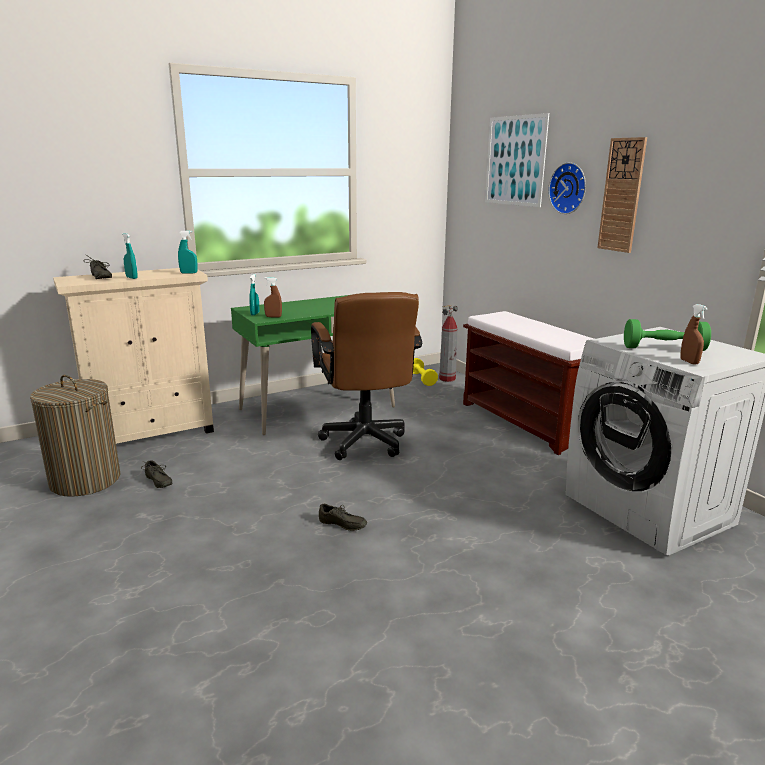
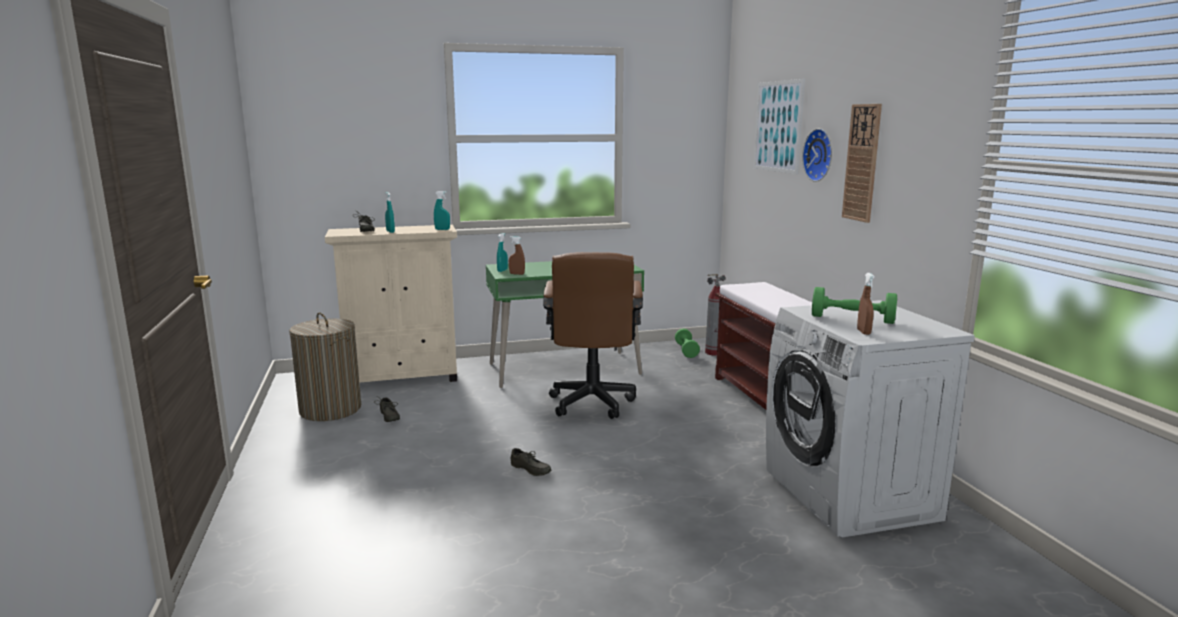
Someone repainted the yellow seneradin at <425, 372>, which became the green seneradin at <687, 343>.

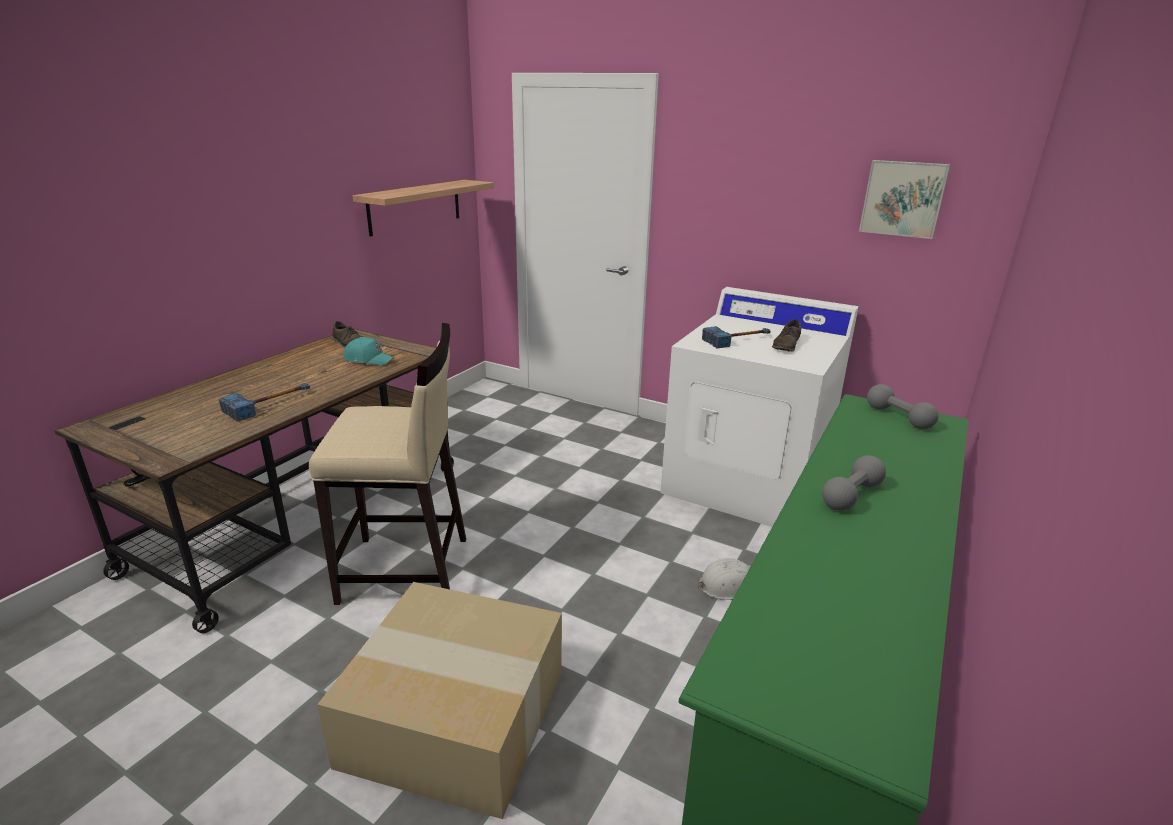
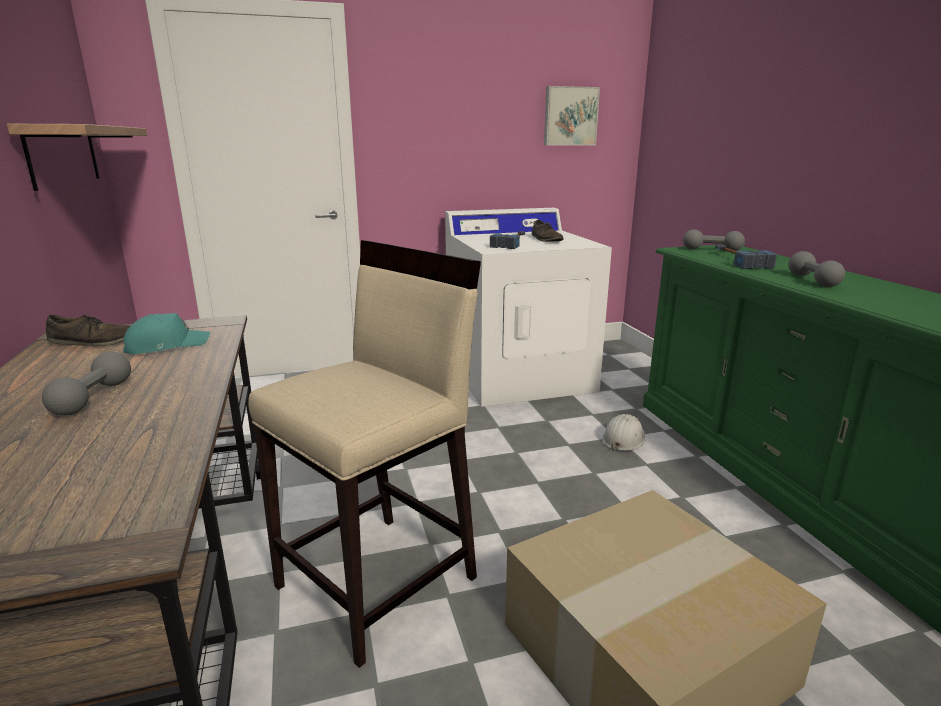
Someone carried the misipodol from <264, 402> to <746, 257>.
Someone put down the grey seneradin at <86, 384>.

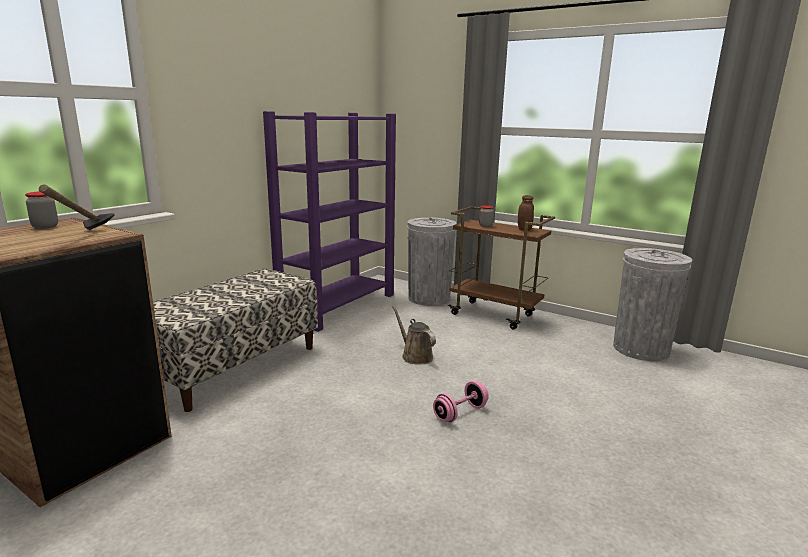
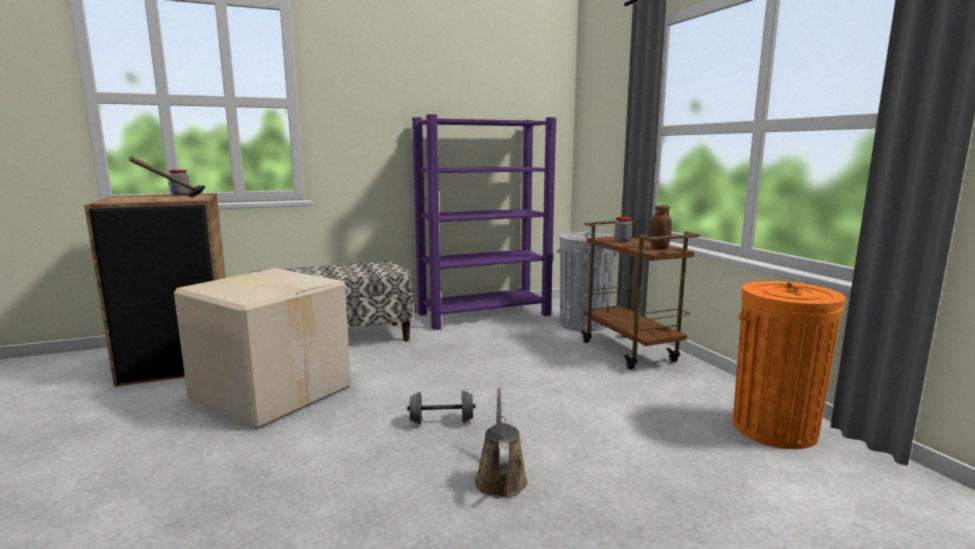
Someone carried the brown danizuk from <414, 335> to <501, 443>.
Someone repainted the pink seneradin at <461, 401>, which became the grey seneradin at <441, 407>.
Someone repainted the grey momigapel at <652, 304>, which became the orange momigapel at <789, 365>.
Someone put down the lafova at <262, 348>.

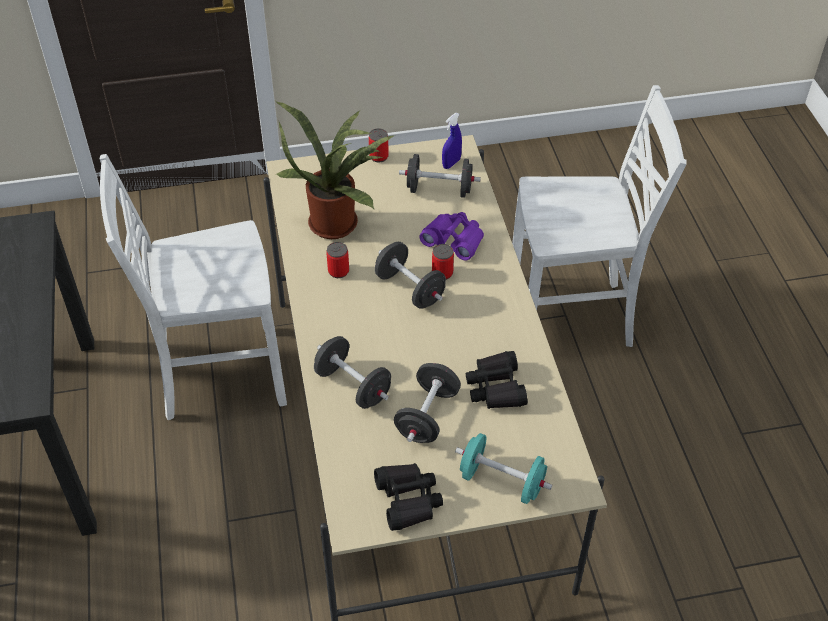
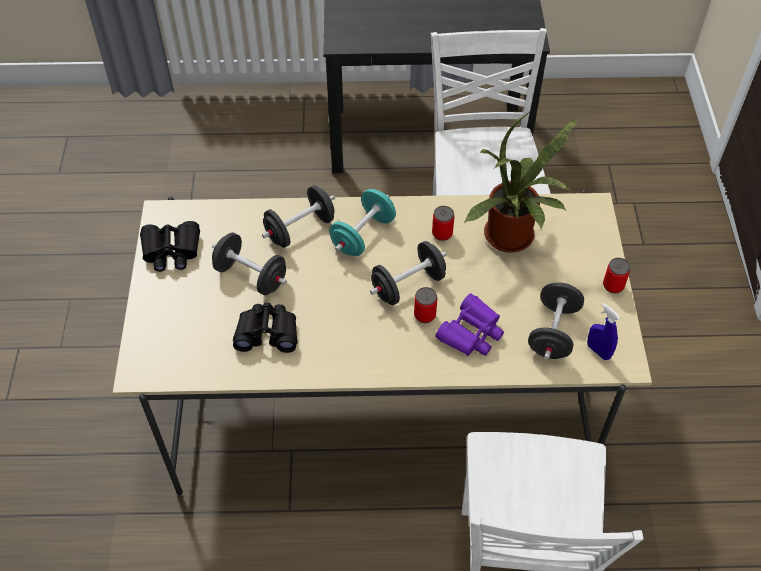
Someone carried the turquoise seneradin from <503, 468> to <362, 222>.

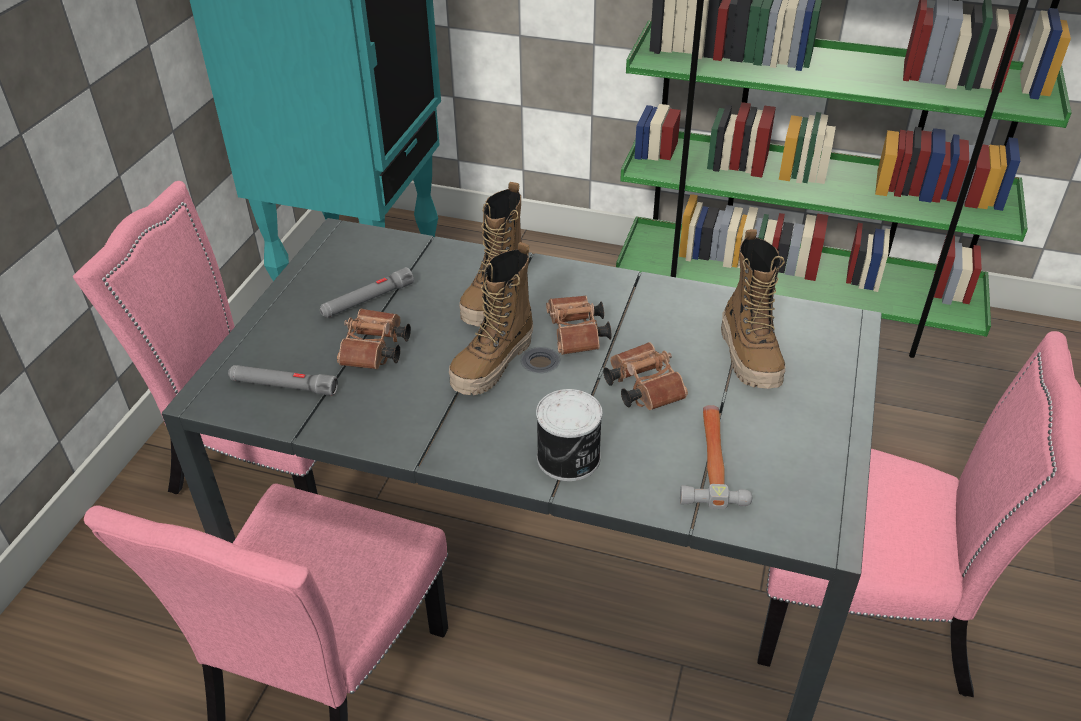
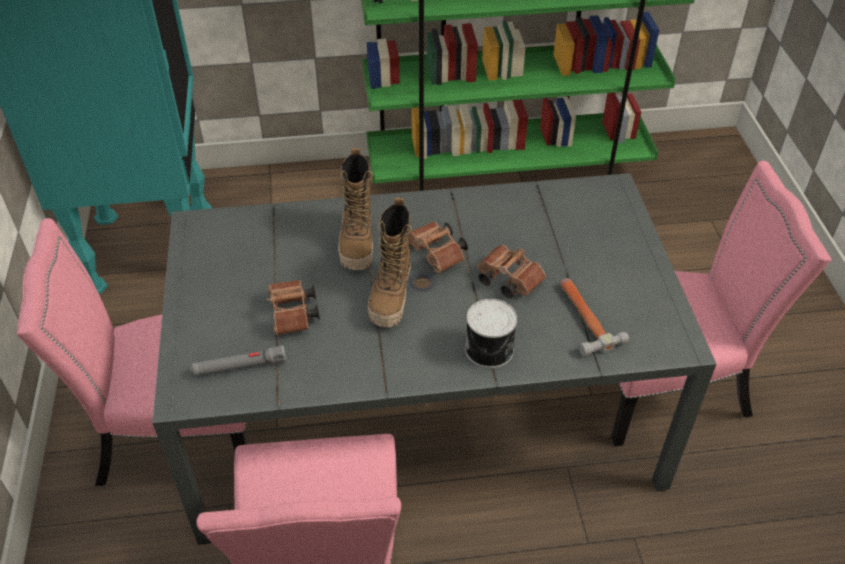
Someone took away the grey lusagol at <367, 292>.
Someone took away the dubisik at <753, 309>.

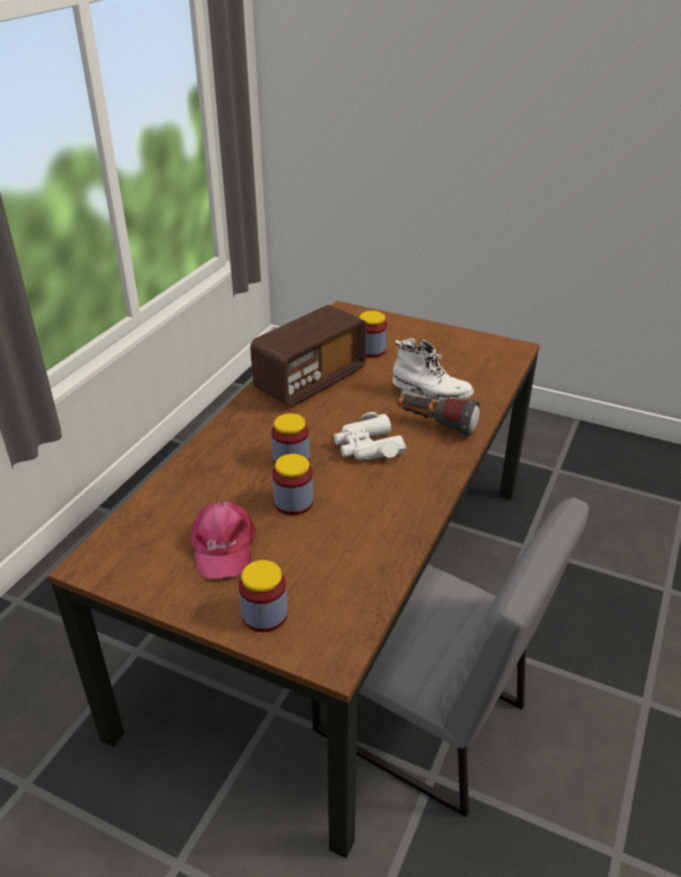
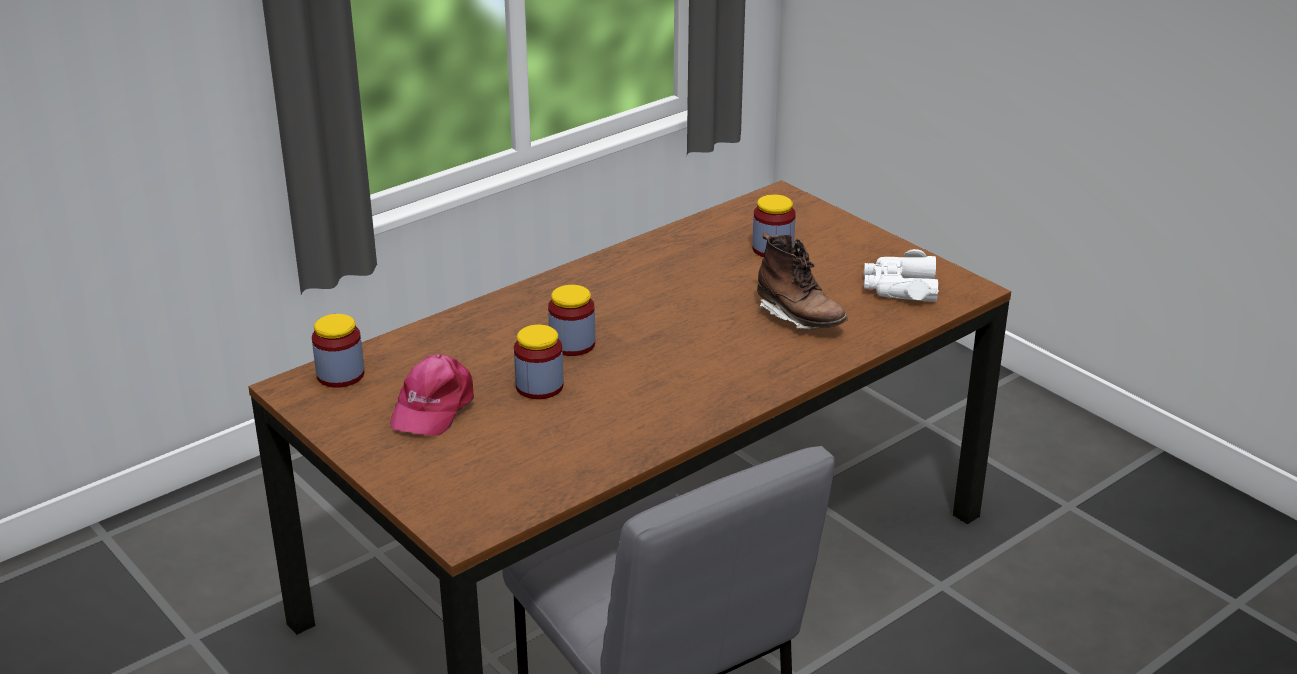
Someone carried the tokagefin from <263, 596> to <338, 351>.
Someone took away the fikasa at <308, 356>.
Someone carried the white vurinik from <370, 436> to <901, 275>.
Someone repainted the white dubisik at <433, 370>, which became the brown dubisik at <802, 281>.
Someone took away the lusagol at <438, 416>.

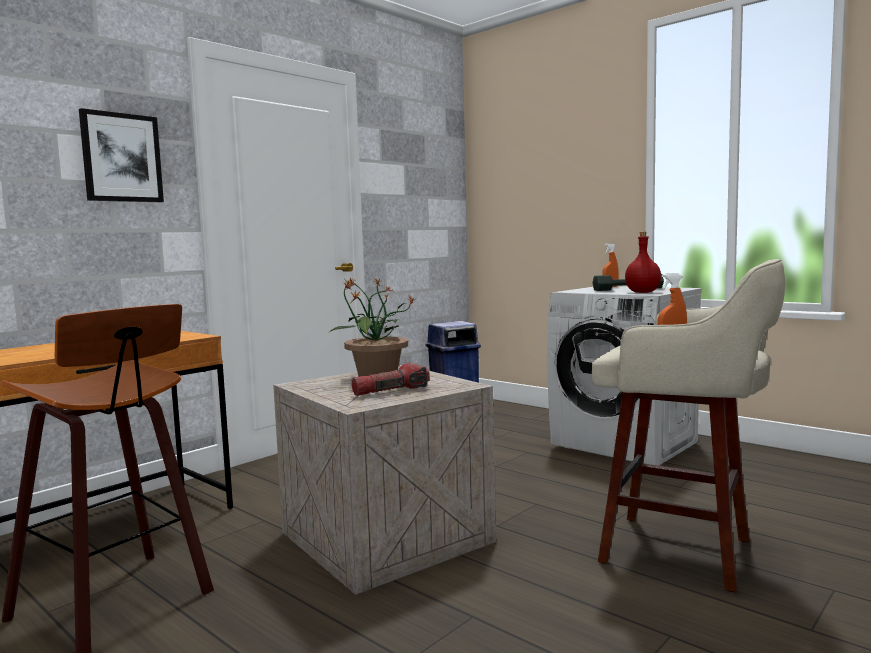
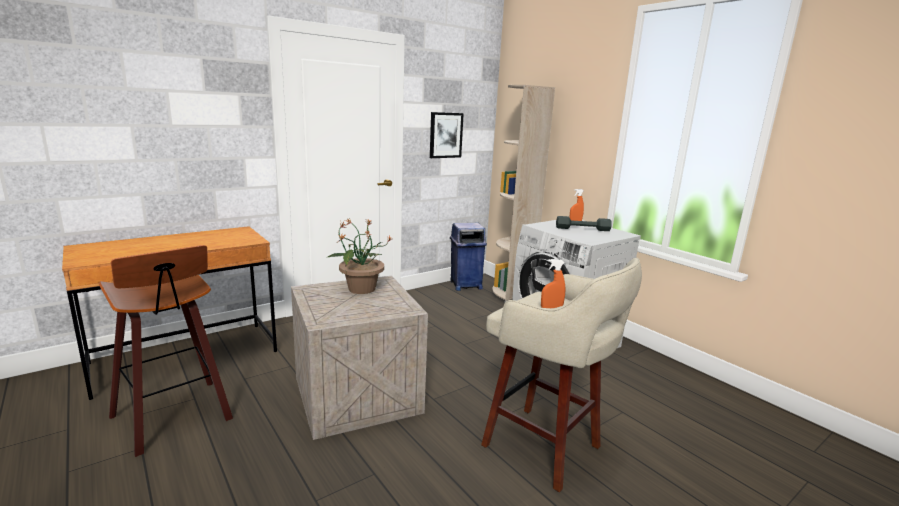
Someone carried the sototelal from <121, 155> to <447, 135>.
Someone took away the lusagol at <390, 379>.
Someone took away the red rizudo at <643, 262>.
Someone put down the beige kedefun at <523, 193>.

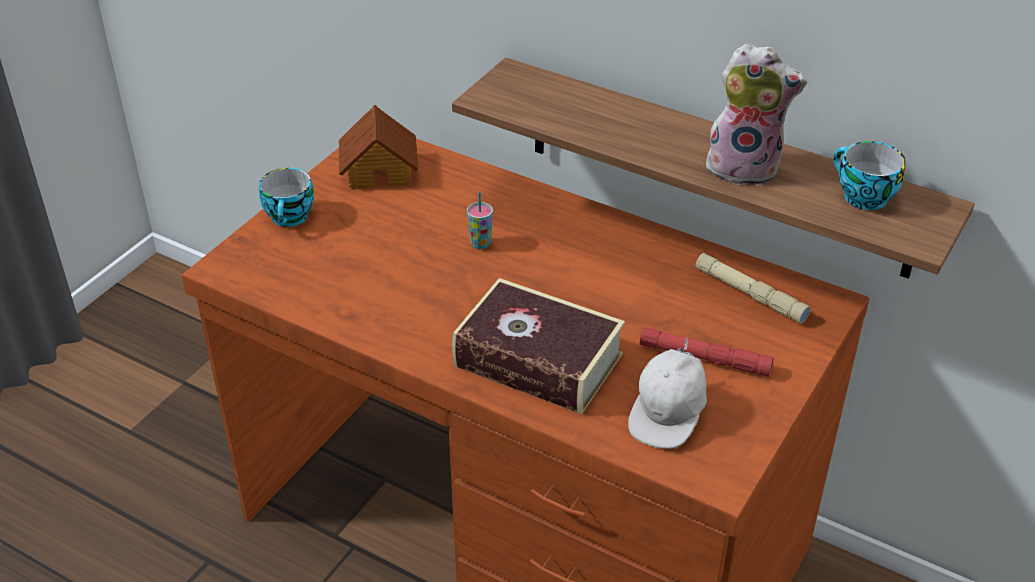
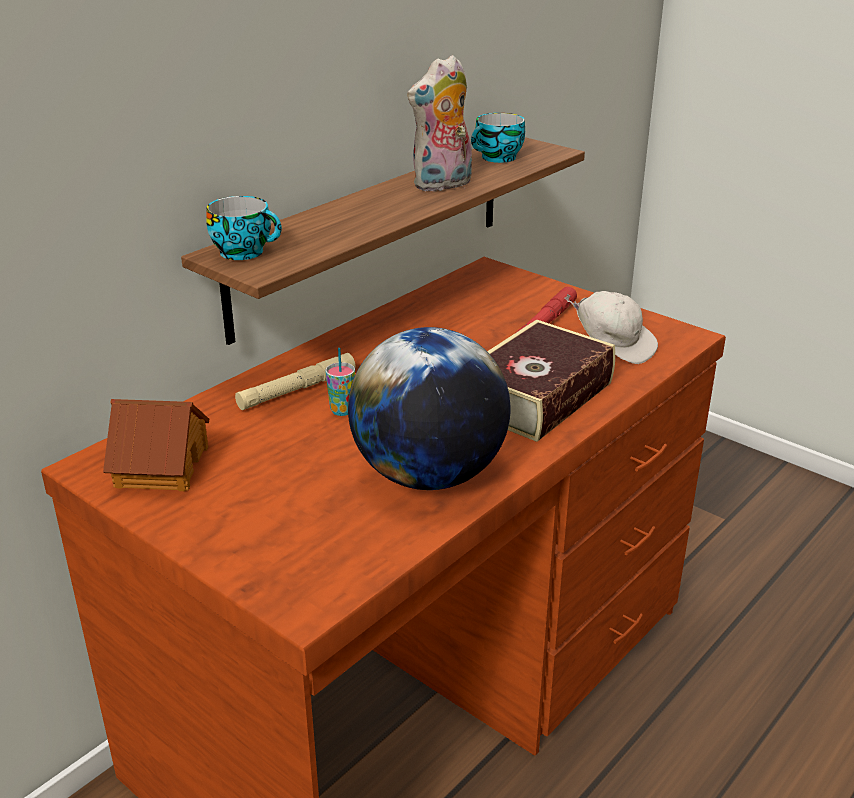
Someone carried the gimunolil from <286, 197> to <244, 228>.
Someone carried the beige lusagol from <753, 288> to <295, 381>.
Someone rotated the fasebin at <756, 114> by 150 degrees counterclockwise.
Someone put down the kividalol at <429, 408>.

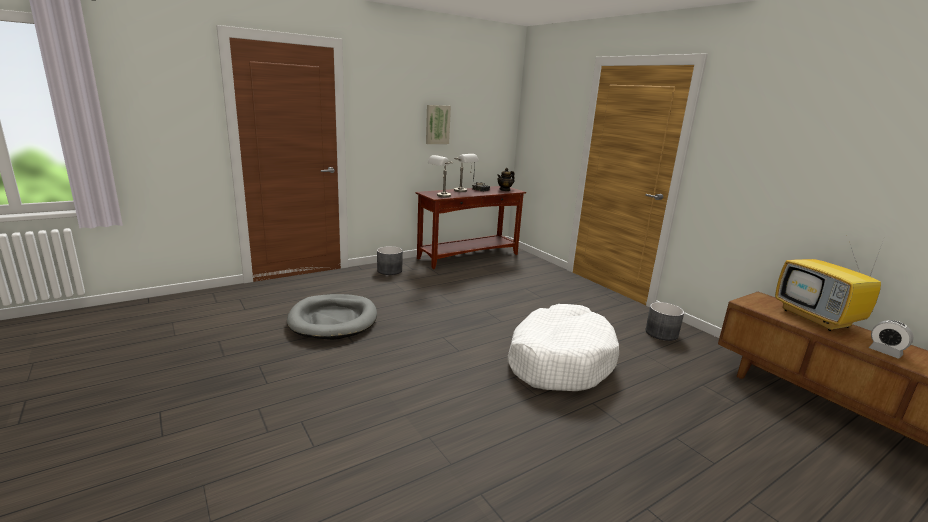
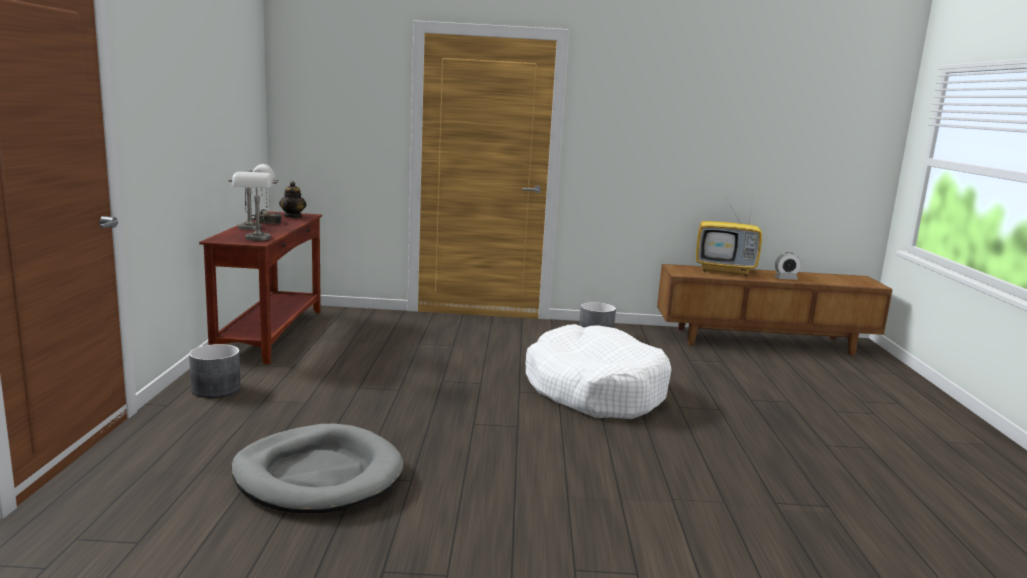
Someone took away the sototelal at <438, 124>.

